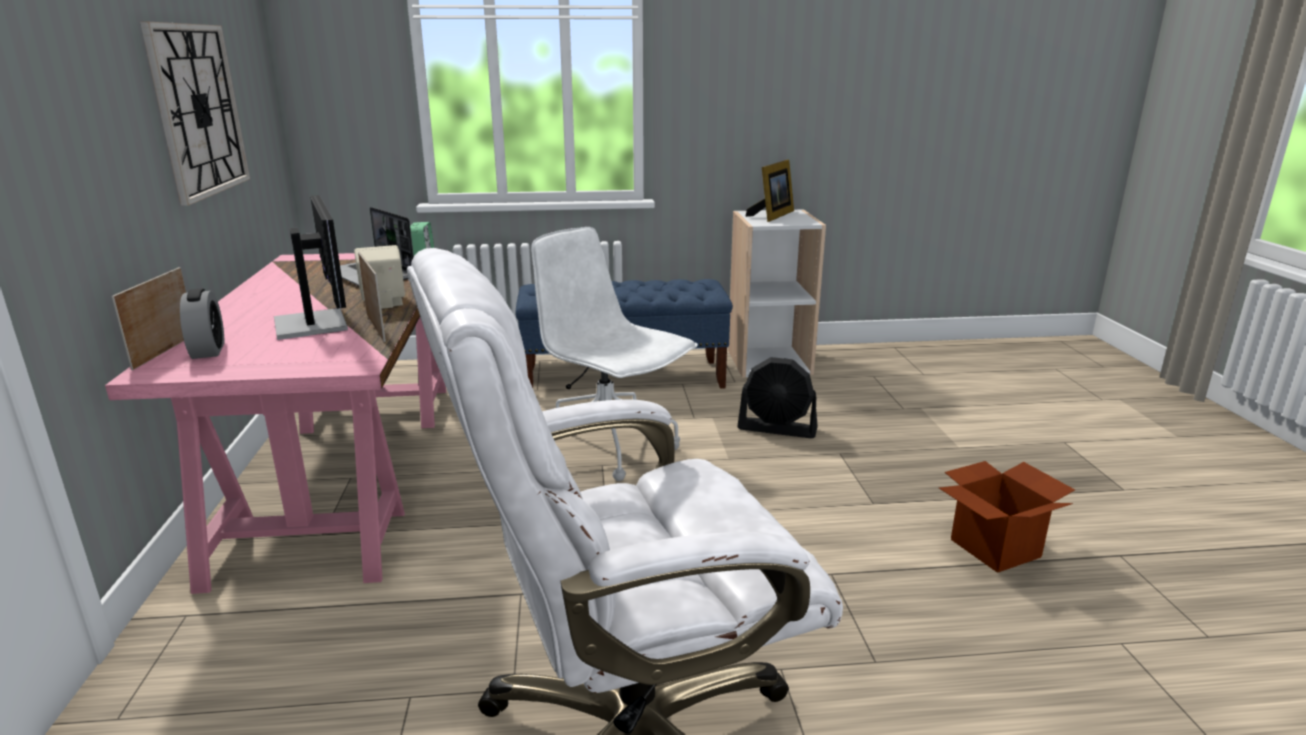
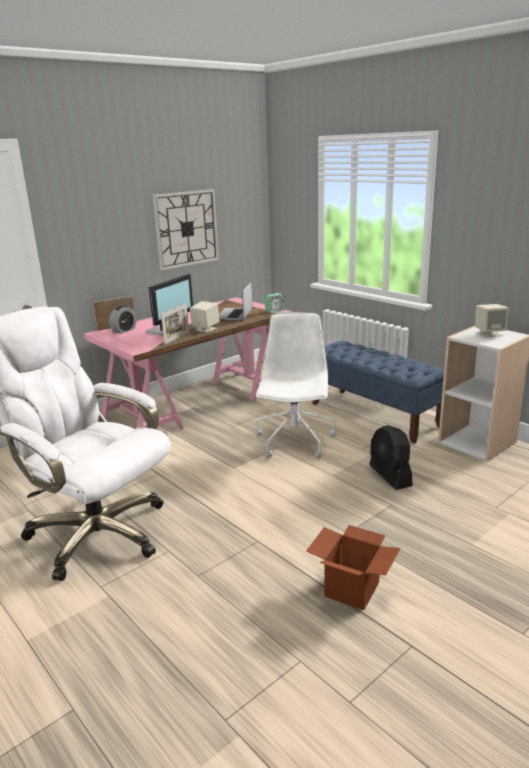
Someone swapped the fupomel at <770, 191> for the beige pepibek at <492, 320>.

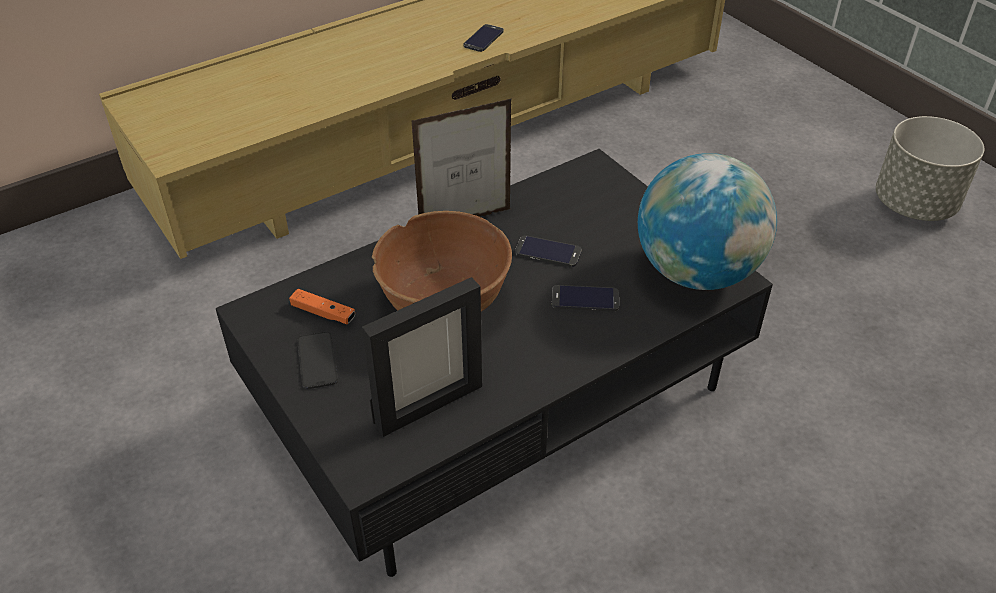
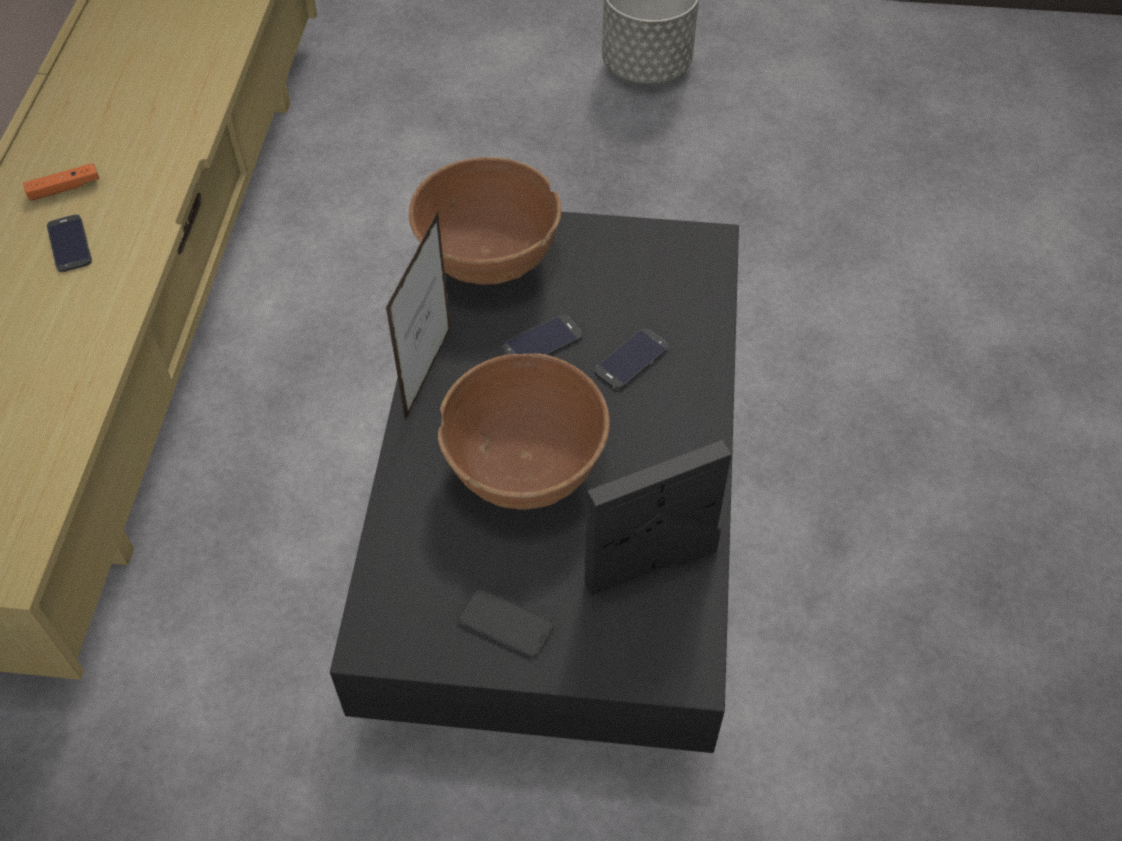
Someone carried the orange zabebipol from <322, 307> to <61, 182>.
Someone rotated the fupomel at <422, 357> by 120 degrees counterclockwise.
Someone carried the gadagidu from <483, 38> to <69, 243>.
Someone took away the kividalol at <707, 221>.
Someone put down the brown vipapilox at <485, 221>.

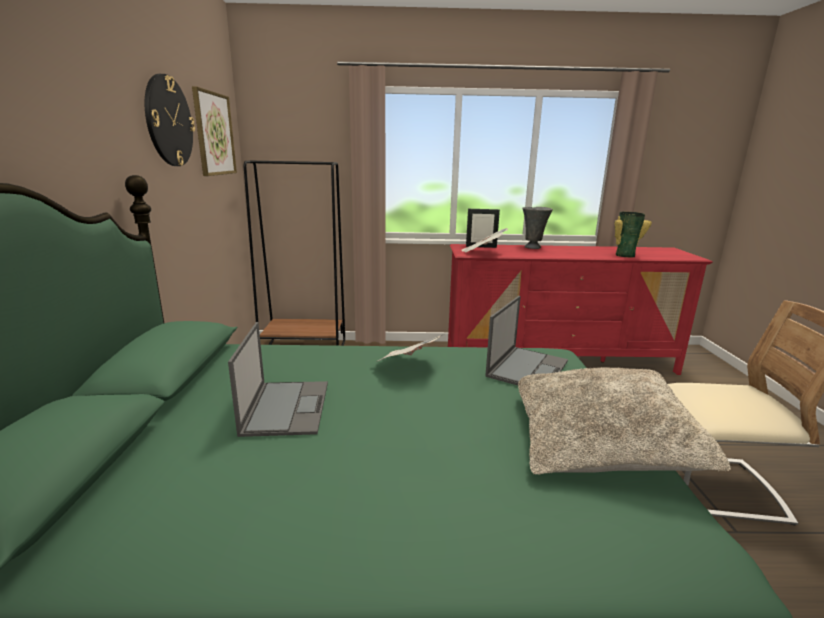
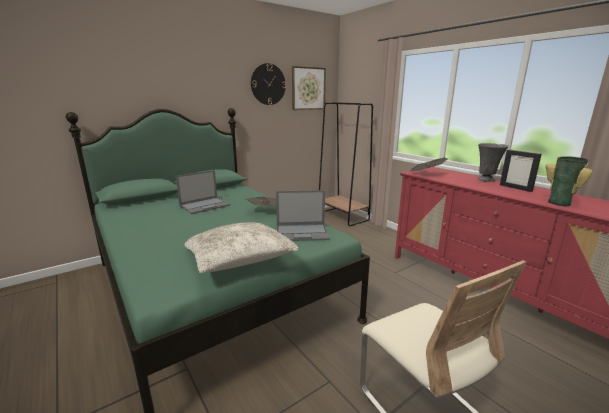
Someone carried the fupomel from <483, 228> to <521, 171>.

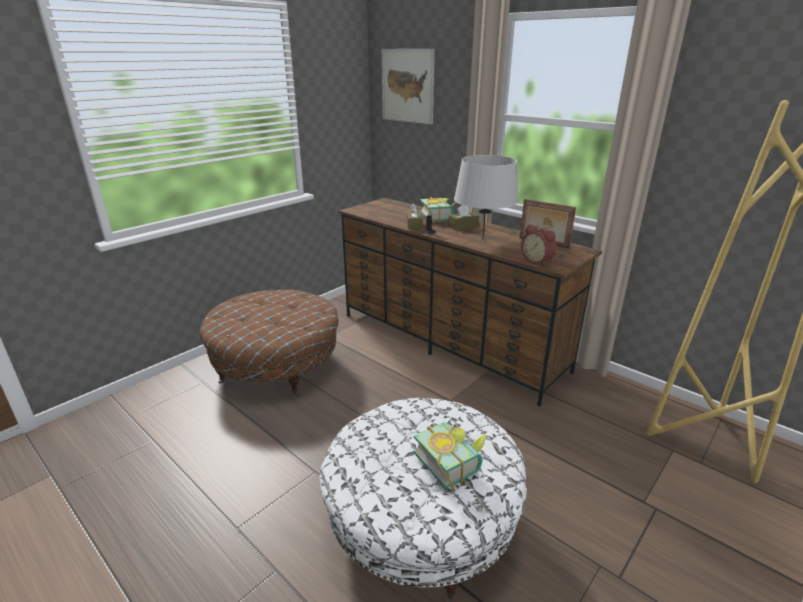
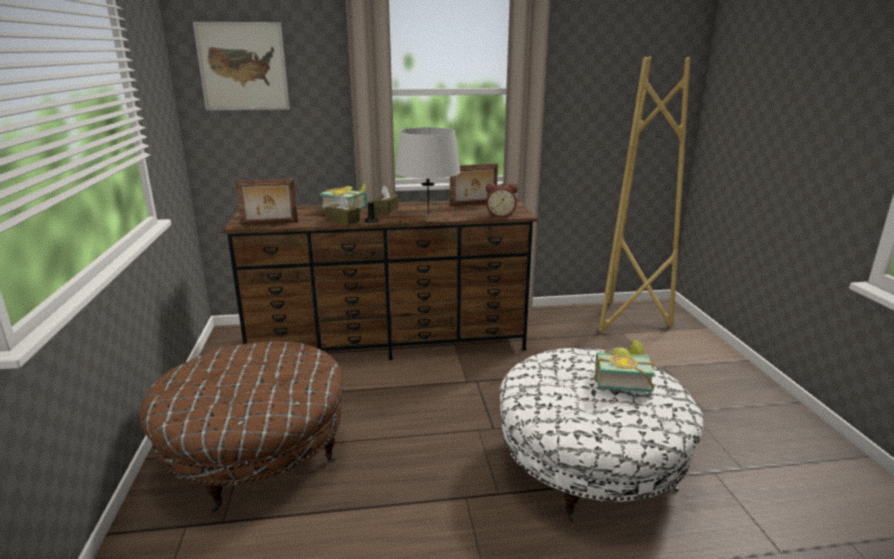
Someone put down the fupomel at <266, 202>.

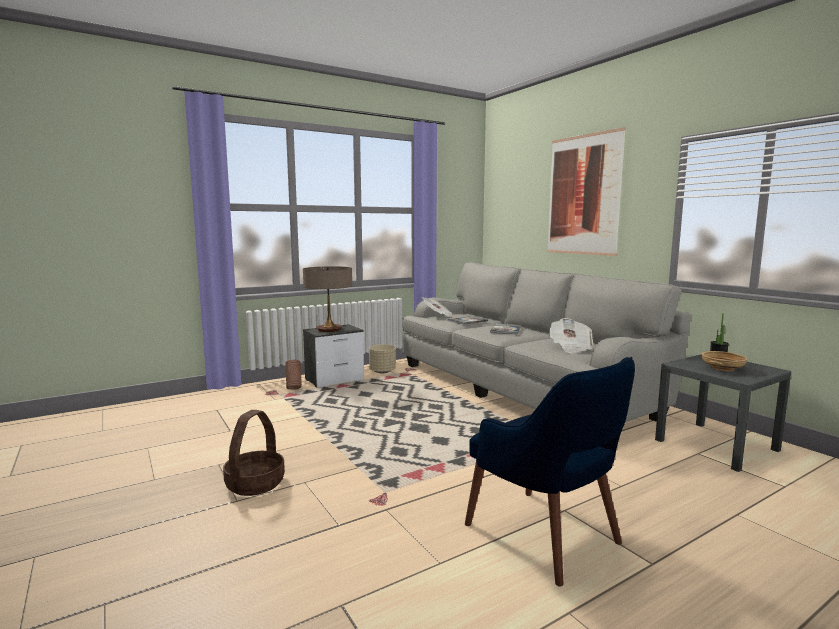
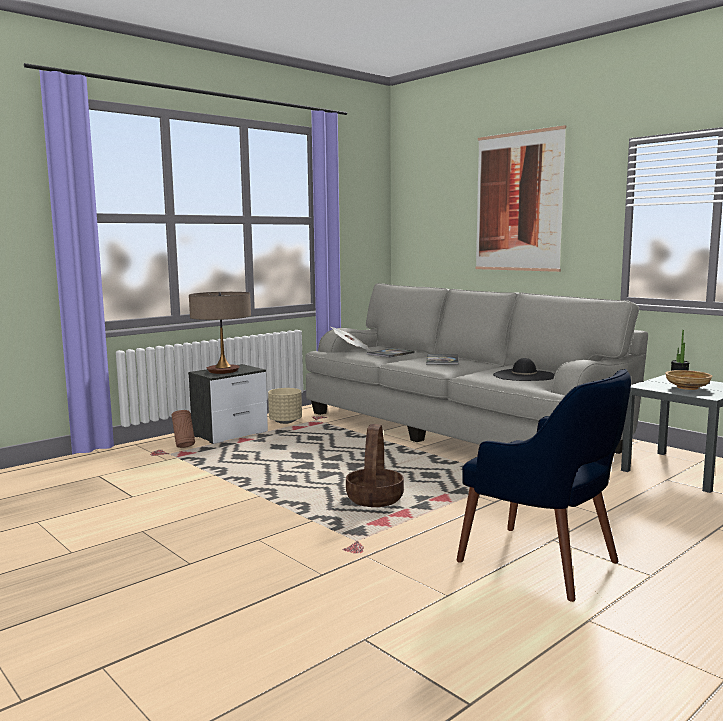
Someone carried the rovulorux from <254, 453> to <375, 465>.
Someone swapped the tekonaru at <571, 335> for the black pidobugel at <524, 369>.

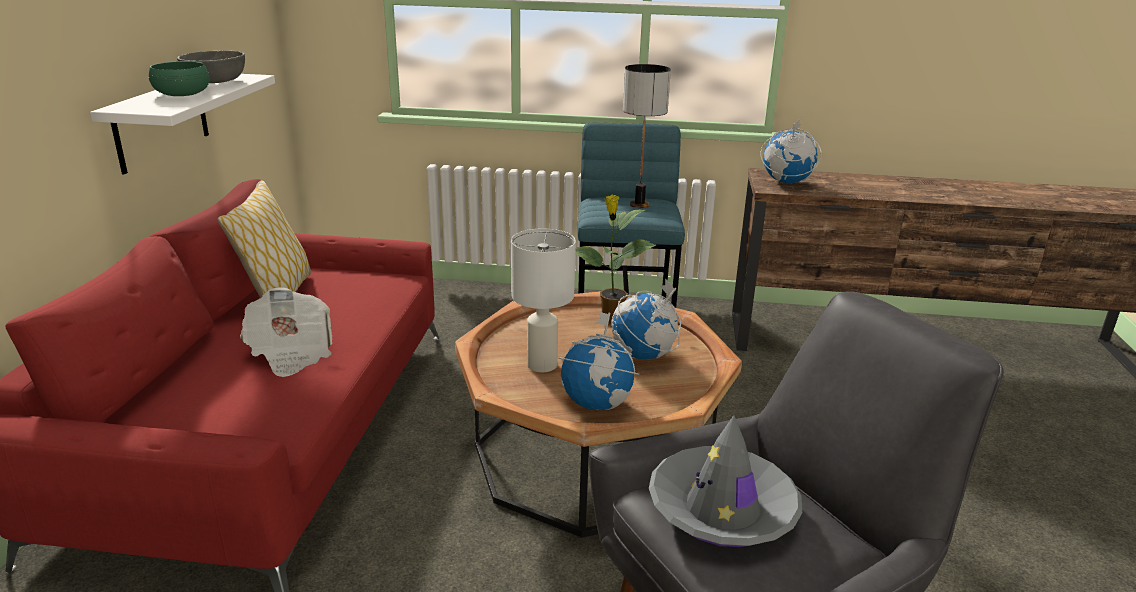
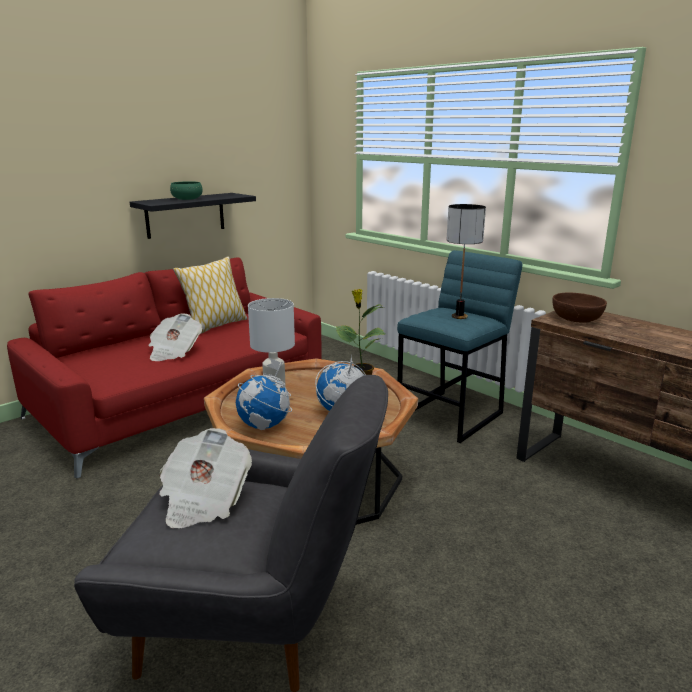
Someone repainted the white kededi at <182, 124>, which became the black kededi at <193, 216>.
Someone took away the grey vipapilox at <211, 66>.
Someone swapped the grey pidobugel at <725, 481> for the tekonaru at <205, 478>.
Someone swapped the kividalol at <791, 150> for the brown vipapilox at <579, 307>.

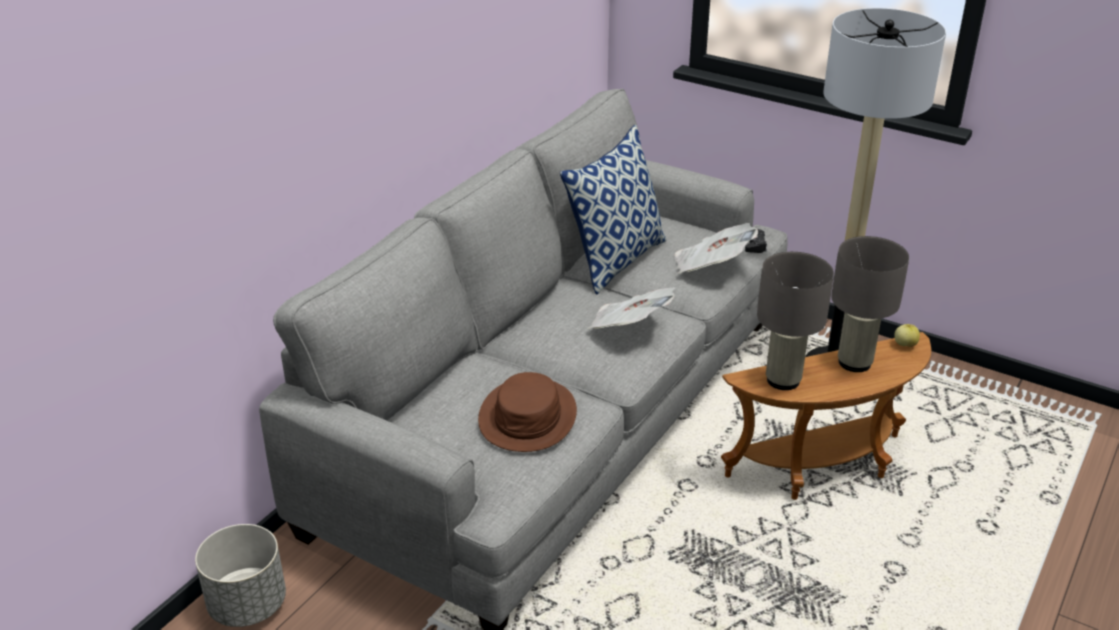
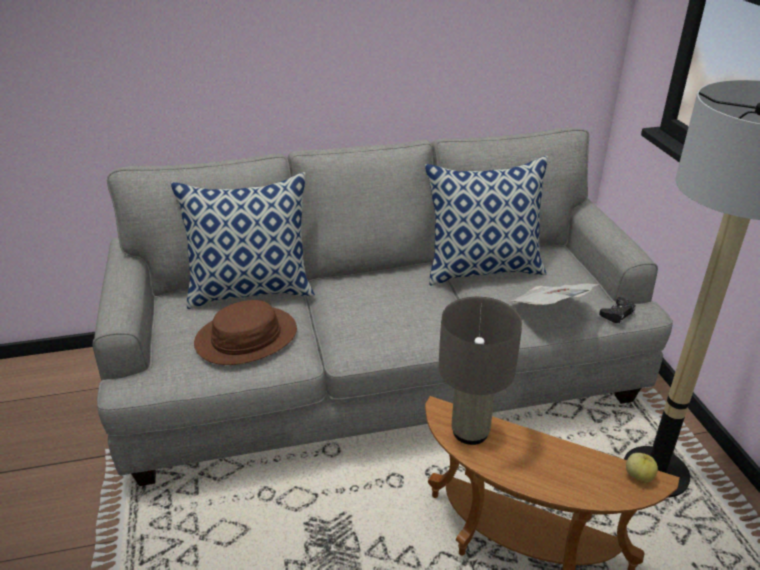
Someone took away the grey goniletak at <240, 575>.
Someone took away the tekonaru at <631, 308>.
Someone took away the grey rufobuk at <870, 304>.
Someone put down the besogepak at <243, 240>.

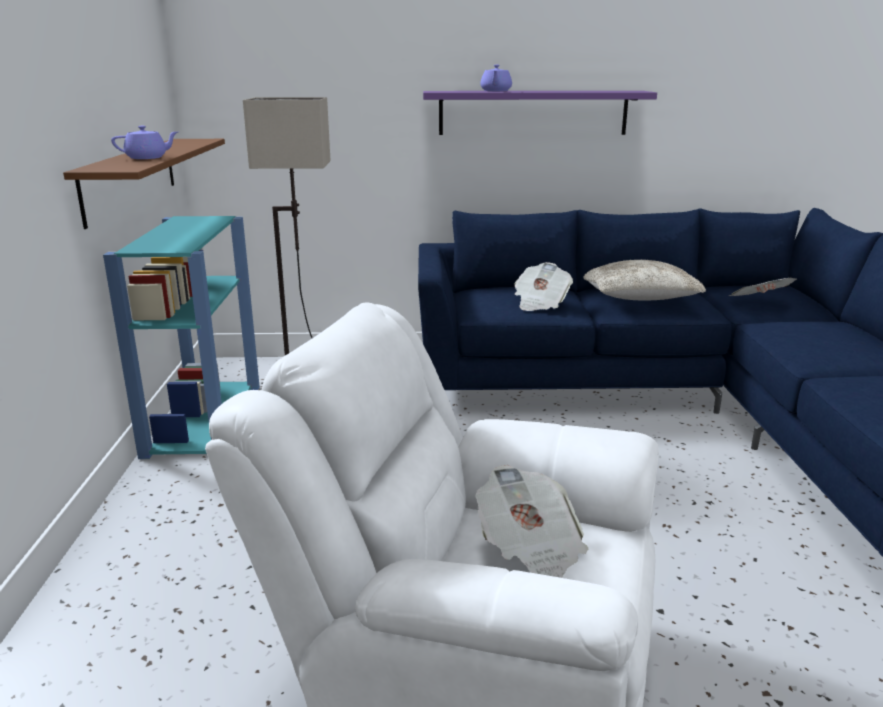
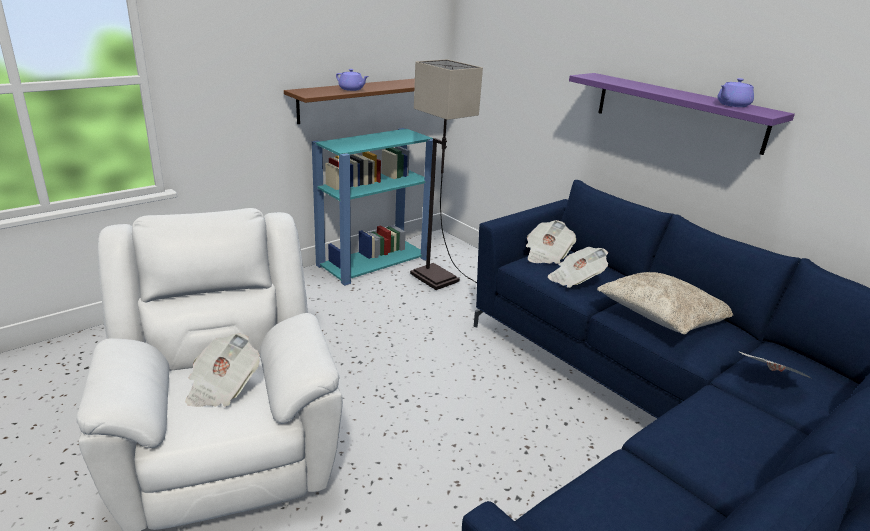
Someone carried the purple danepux from <496, 78> to <735, 92>.
Someone put down the tekonaru at <551, 242>.

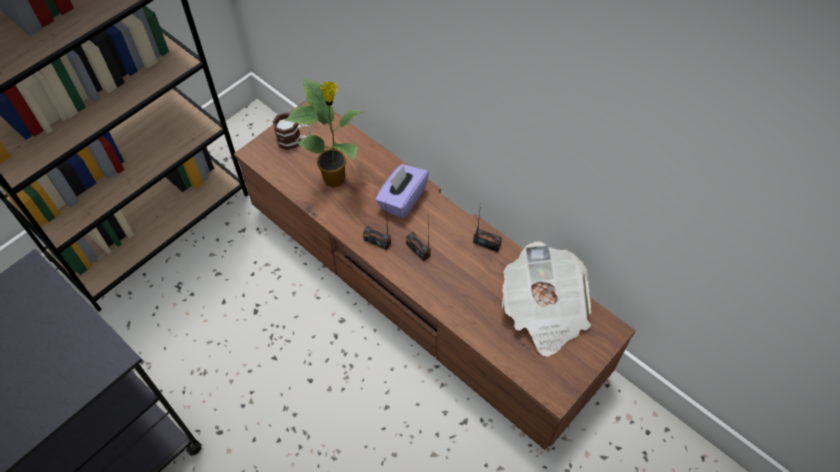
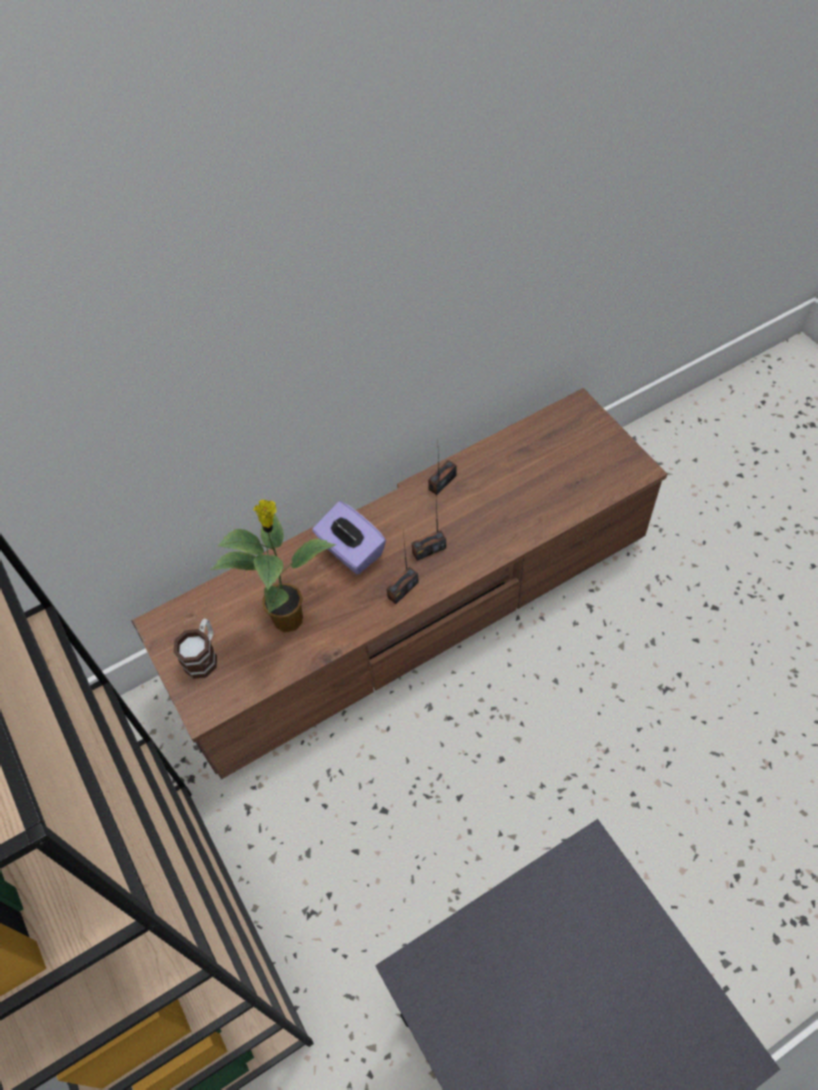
Someone took away the tekonaru at <546, 299>.

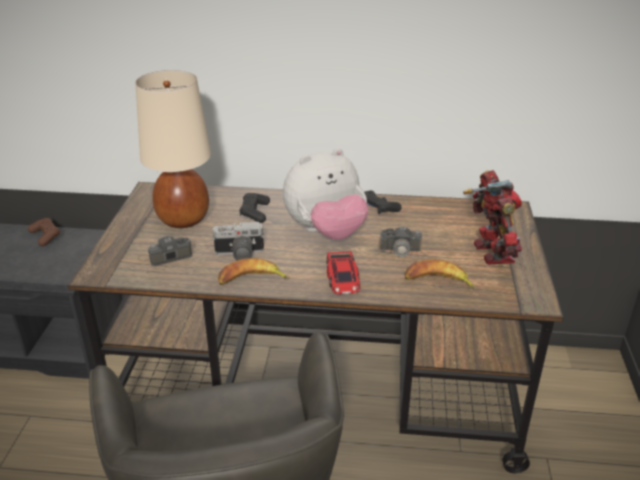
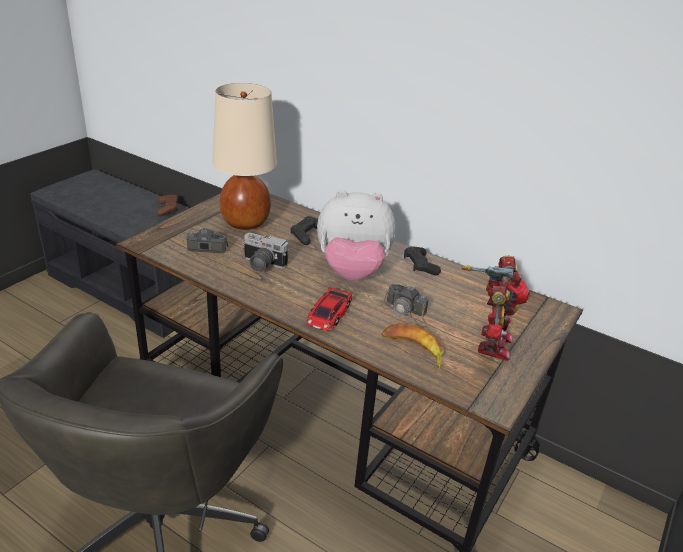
Someone took away the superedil at <254, 271>.

